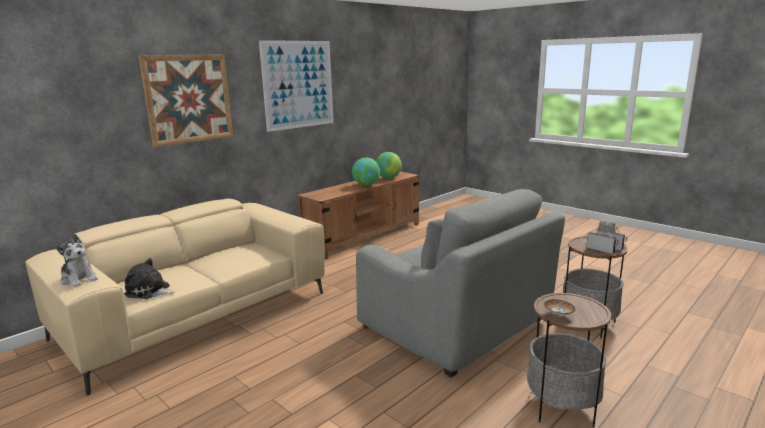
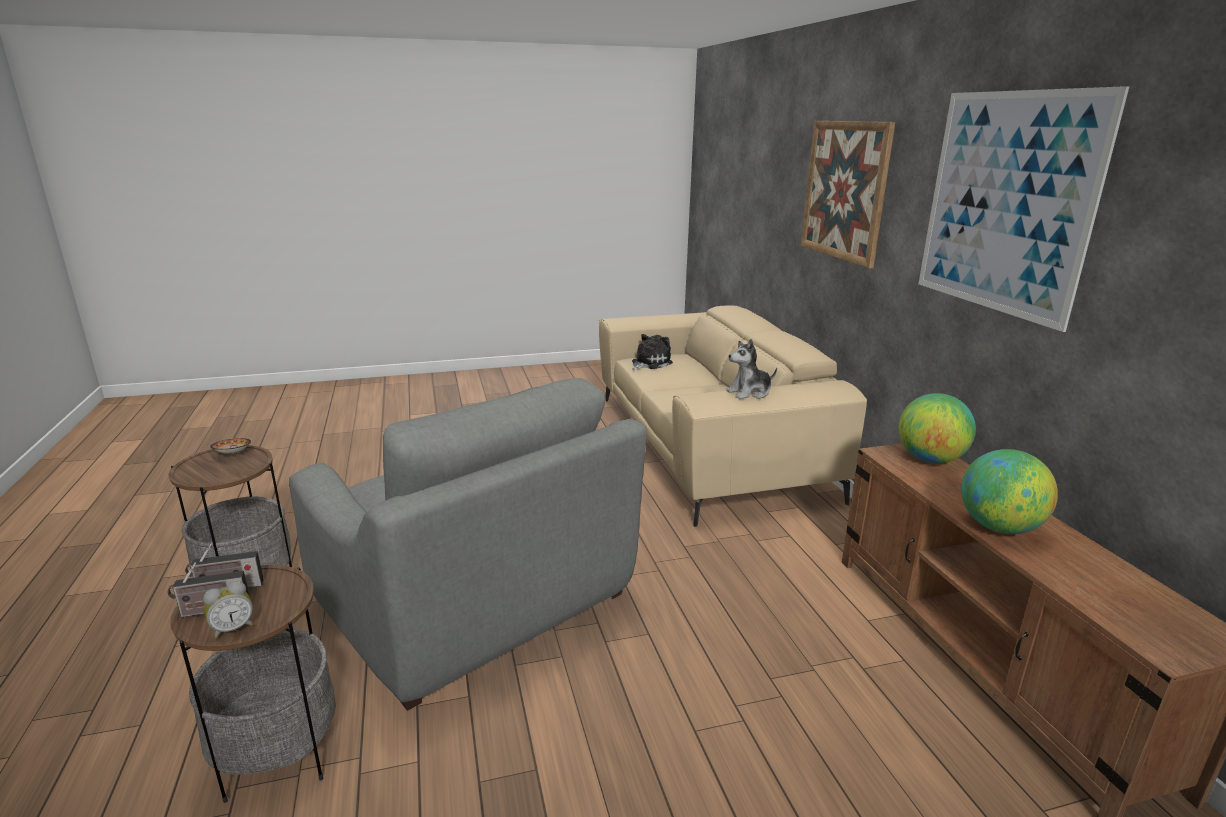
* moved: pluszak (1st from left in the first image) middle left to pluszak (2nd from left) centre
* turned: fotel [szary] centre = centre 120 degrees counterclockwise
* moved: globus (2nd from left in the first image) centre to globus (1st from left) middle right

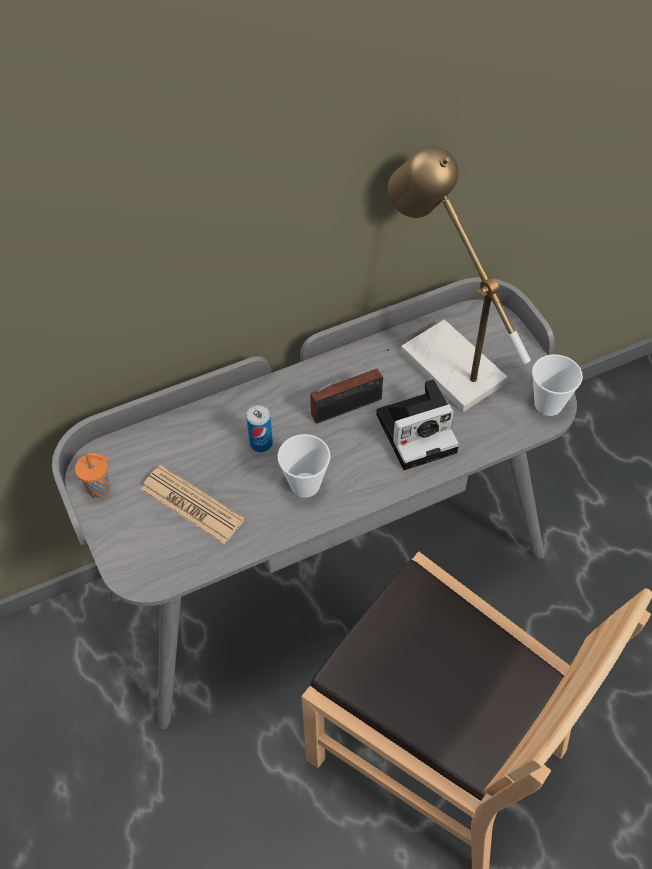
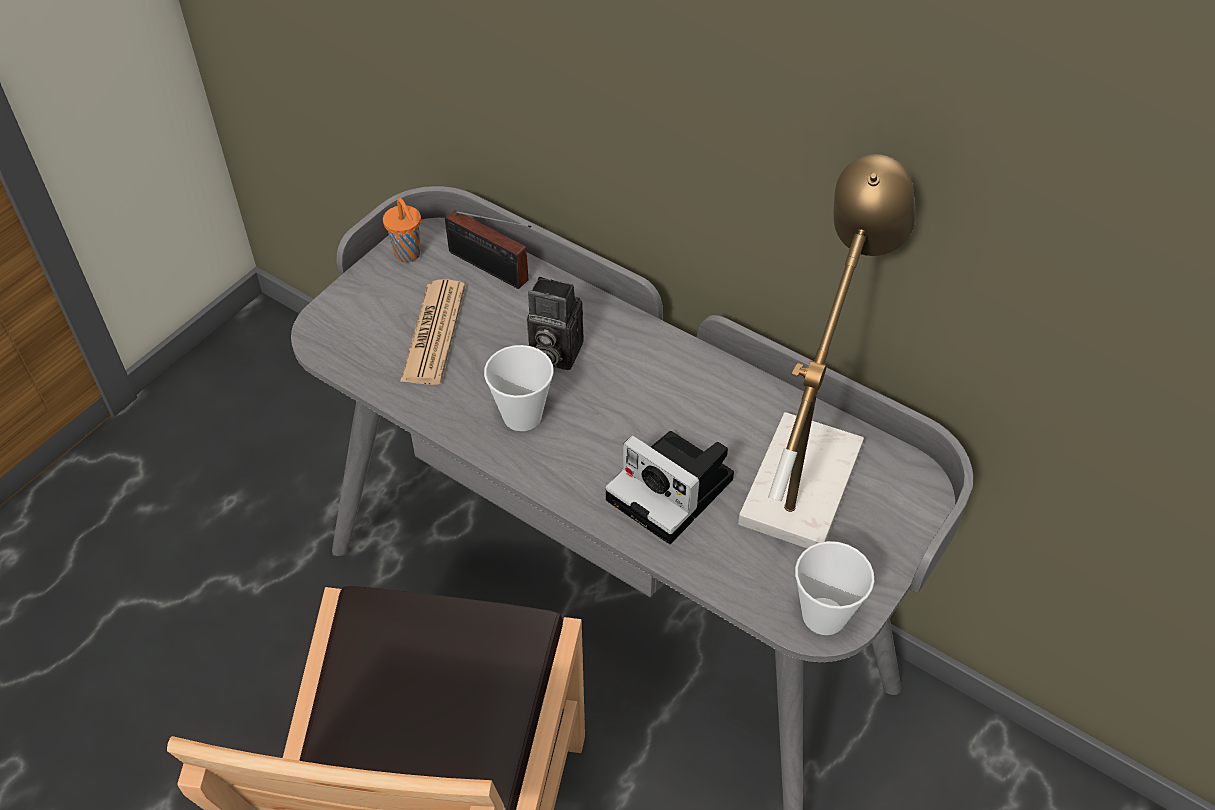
* replaced: puszka centre to aparat fotograficzny (1st from left) centre
* moved: radio centre to top centre

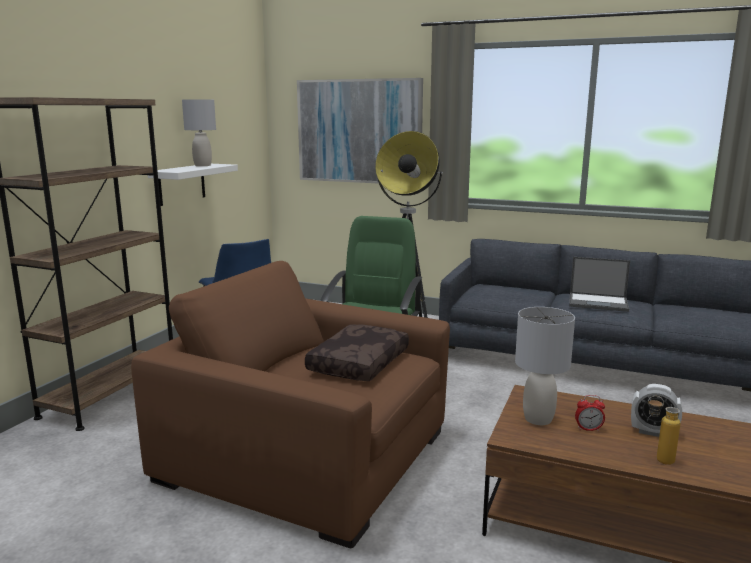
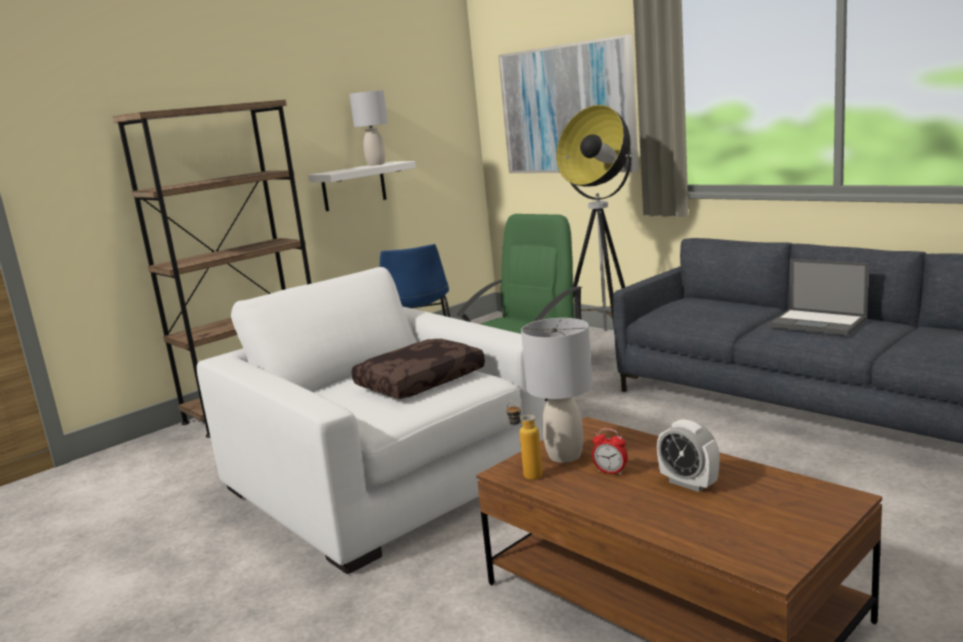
* recoloured: fotel [brązowy] bottom centre to fotel [biały] centre
* moved: butelka bottom right to bottom centre

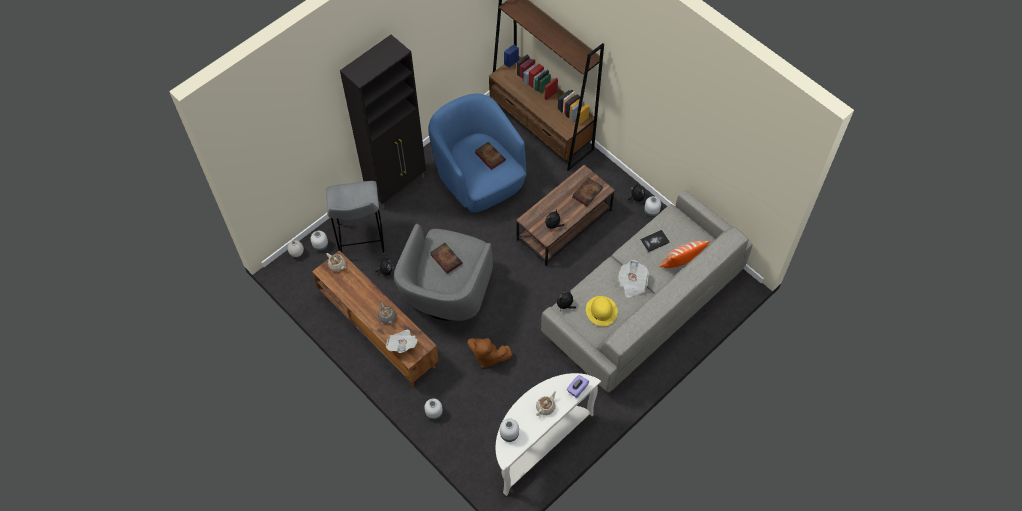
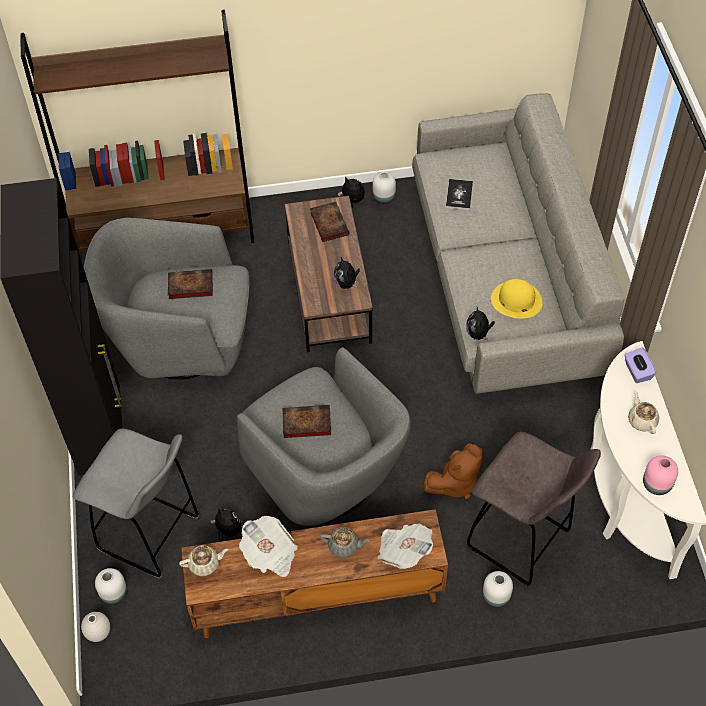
* recoloured: fotel [niebieski] top centre to fotel [szary] (1st from left) middle left
* recoloured: wazon [biały] (4th from left) bottom centre to wazon [różowy] bottom right
* moved: gazeta (2nd from left in the first image) centre to gazeta (1st from left) bottom centre
* removed: poduszka middle right
* added: stołek [szary] (2nd from left) bottom right

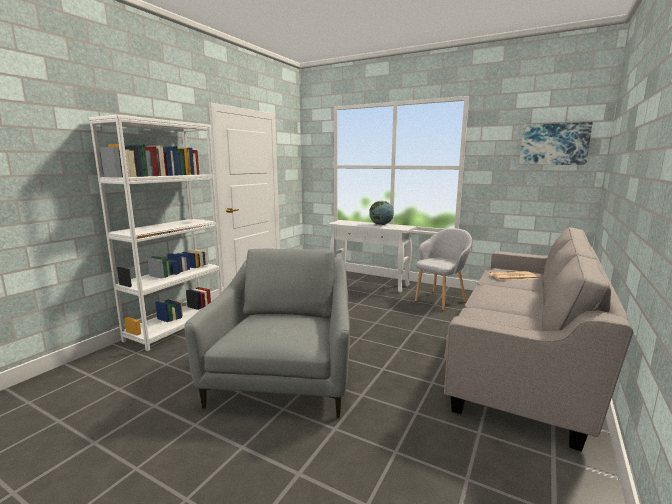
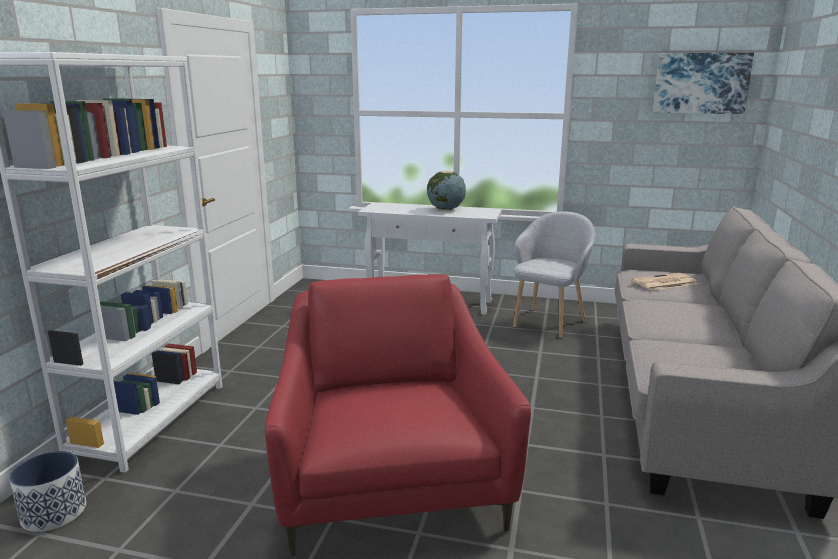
* recoloured: fotel [szary] (1st from left) centre to fotel [czerwony] bottom centre
* added: donica bottom left

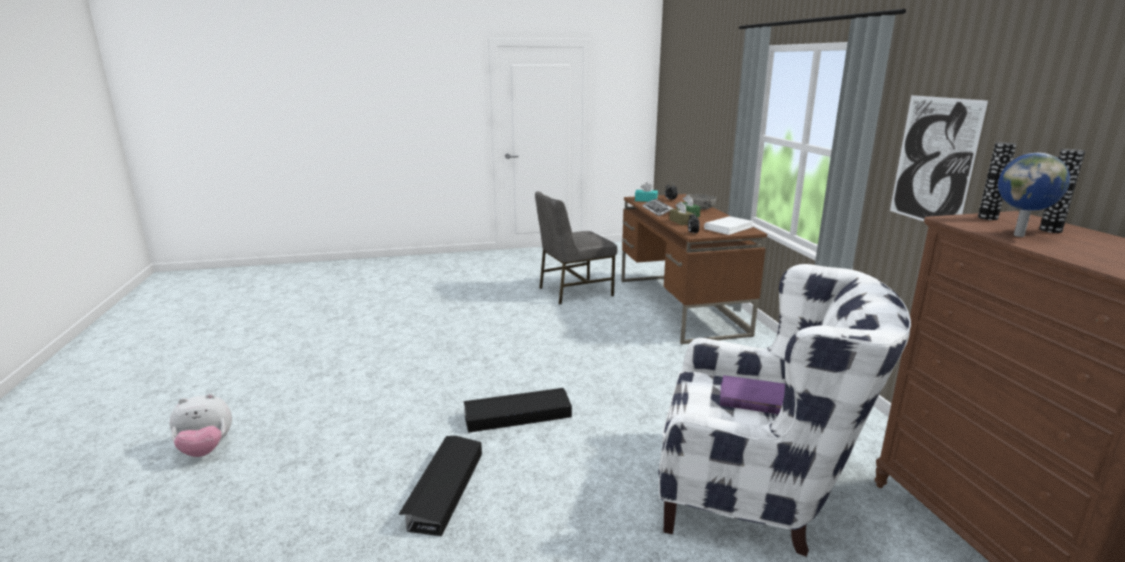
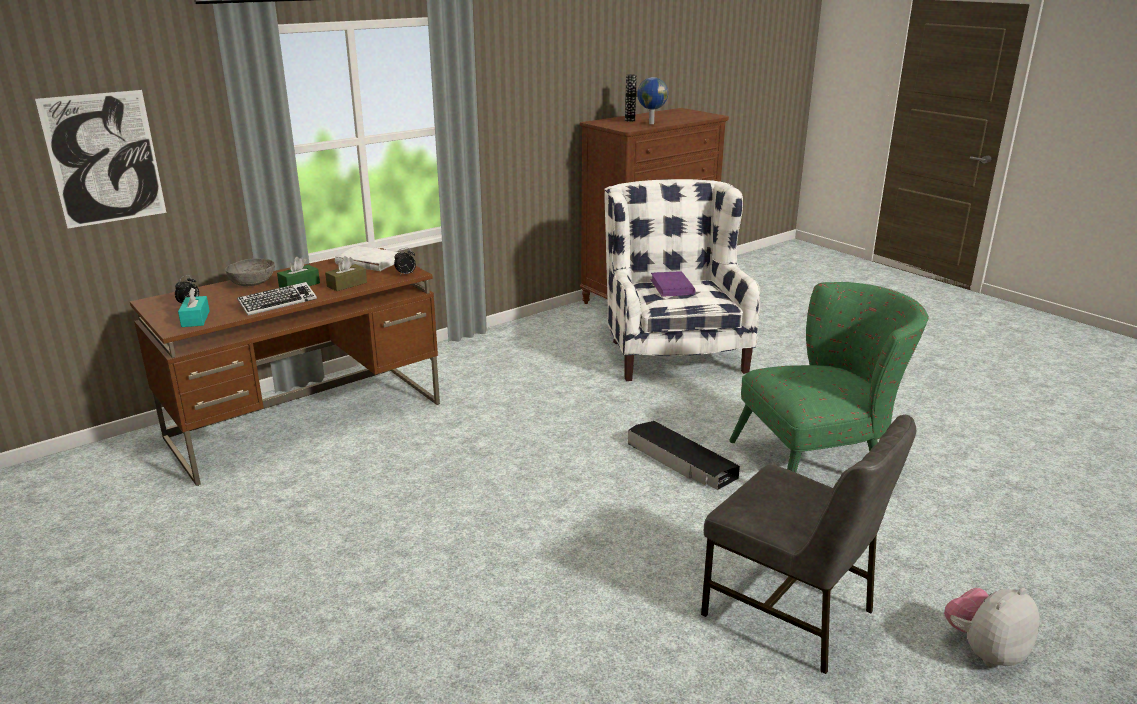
* turned: pluszak bottom left = bottom right 75 degrees counterclockwise
* replaced: pojemnik do przechowywania [czarny] (1st from left) bottom centre to fotel [zielony] middle right
* moved: krzesło [szary] centre to bottom right
* moved: obraz top right to top left
* removed: wazon (1st from left) top right

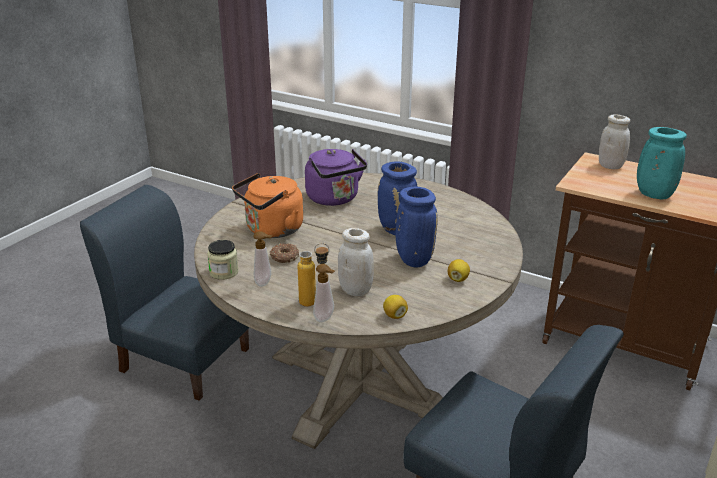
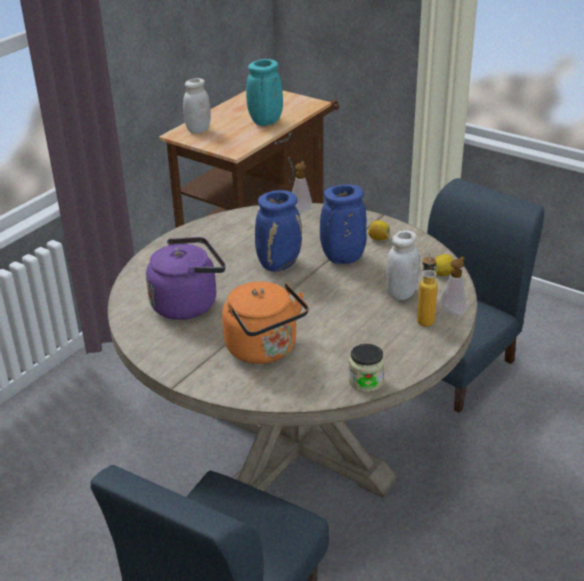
* moved: dozownik mydła (1st from left) centre to top centre
* removed: donut centre

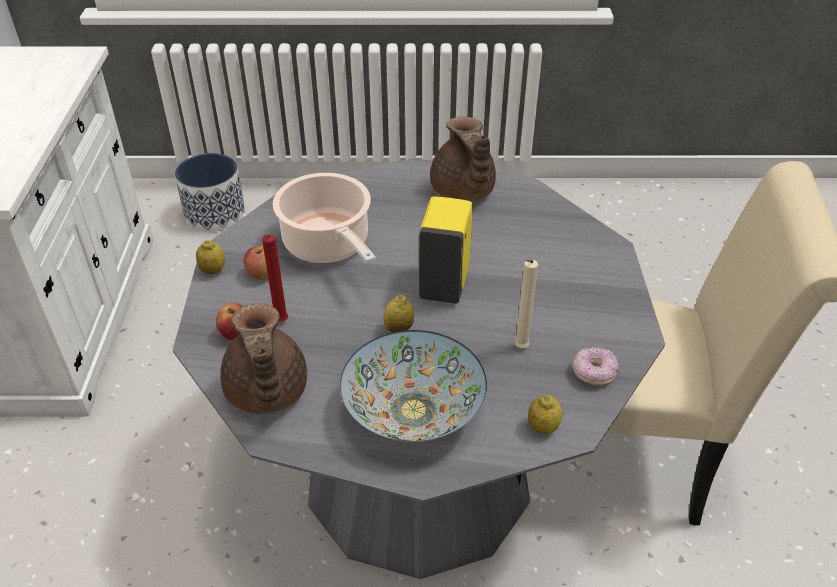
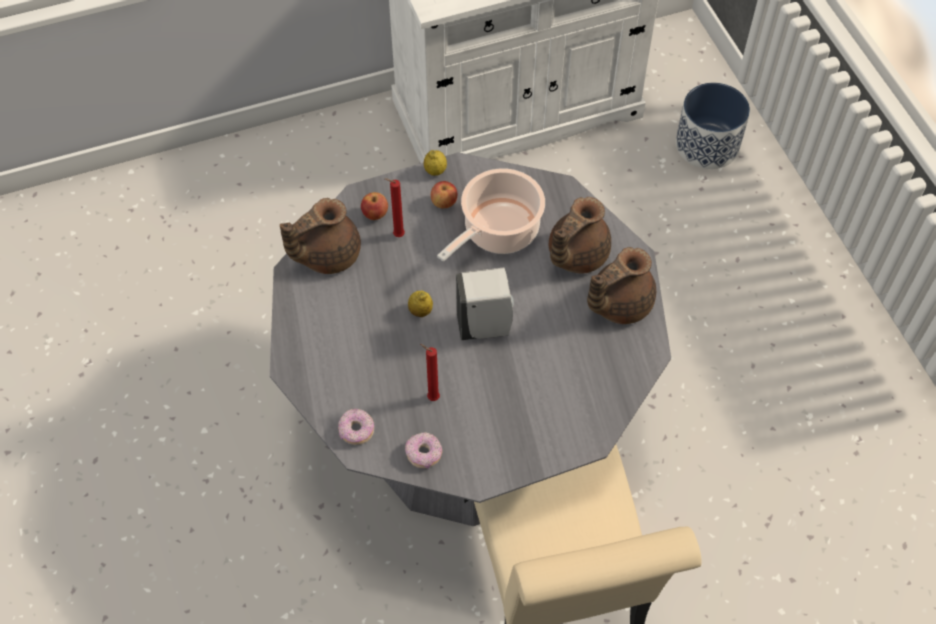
* removed: miska centre
* recoloured: dozownik mydła [żółty] centre to dozownik mydła [biały] centre
* recoloured: świeca [beżowy] centre to świeca [czerwony] (2nd from left) centre
* replaced: cytryna (3rd from left) bottom centre to donut (1st from left) bottom centre
* added: imbryk [brązowy] (2nd from left) centre

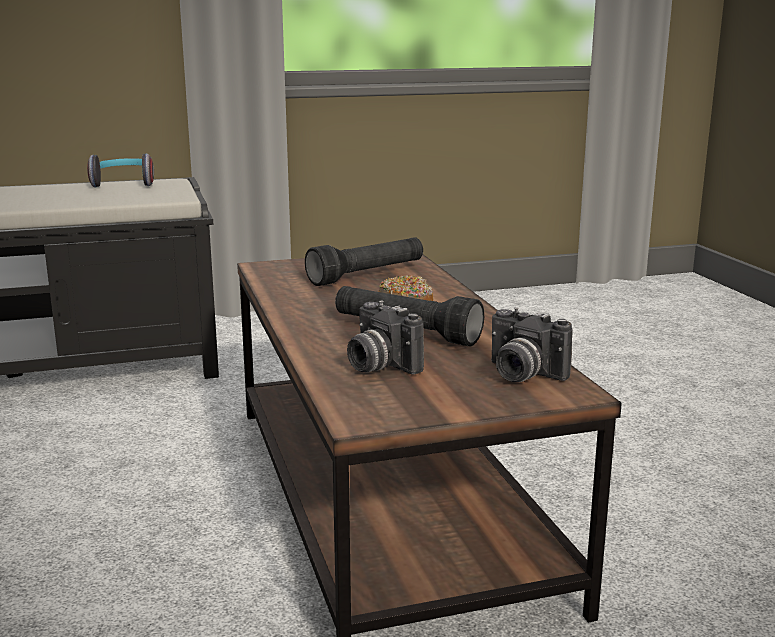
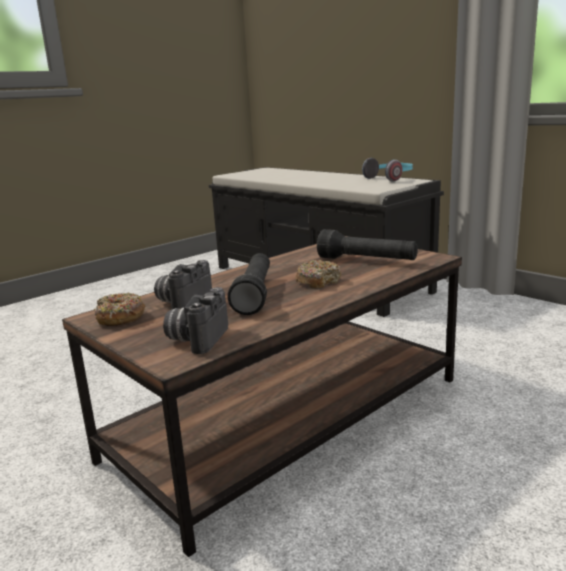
* added: donut (1st from left) middle left

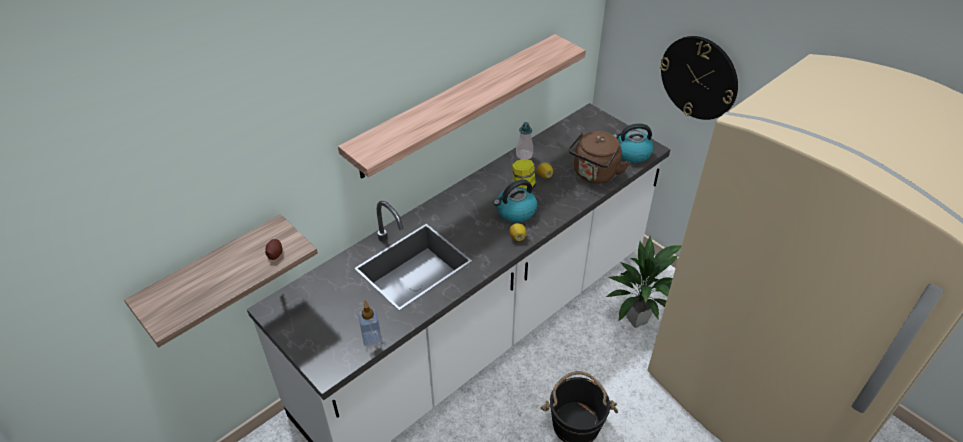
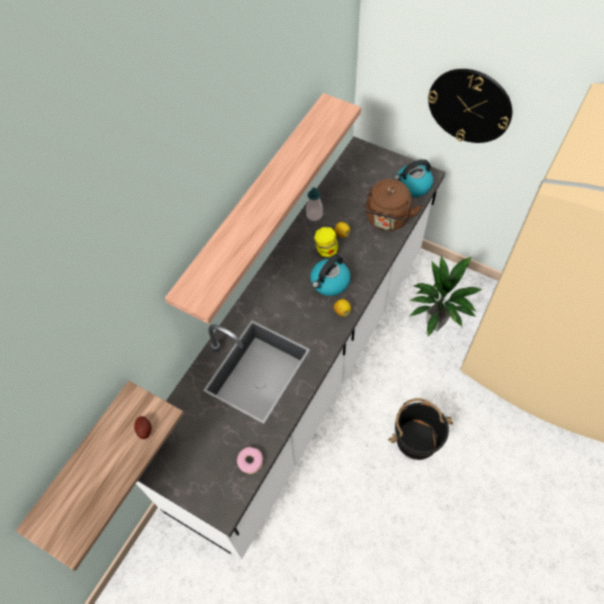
* replaced: dozownik mydła (1st from left) bottom centre to donut bottom centre

